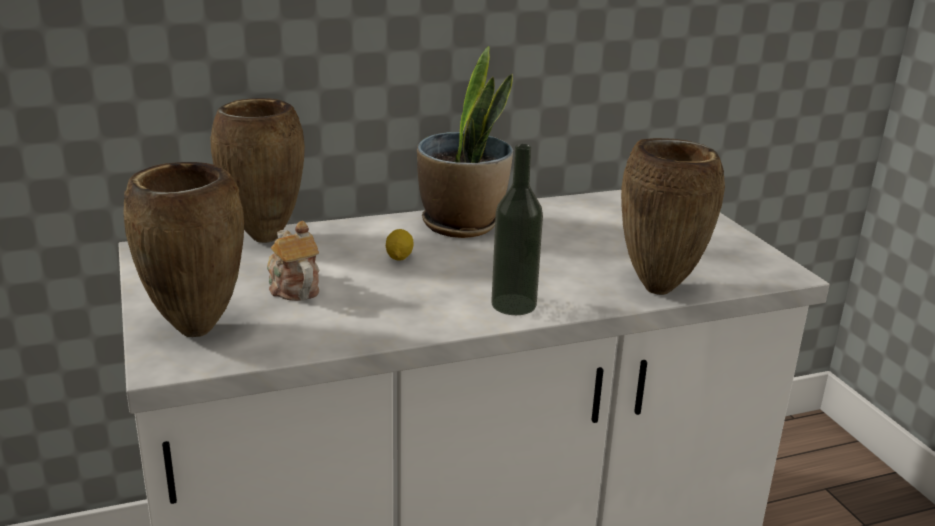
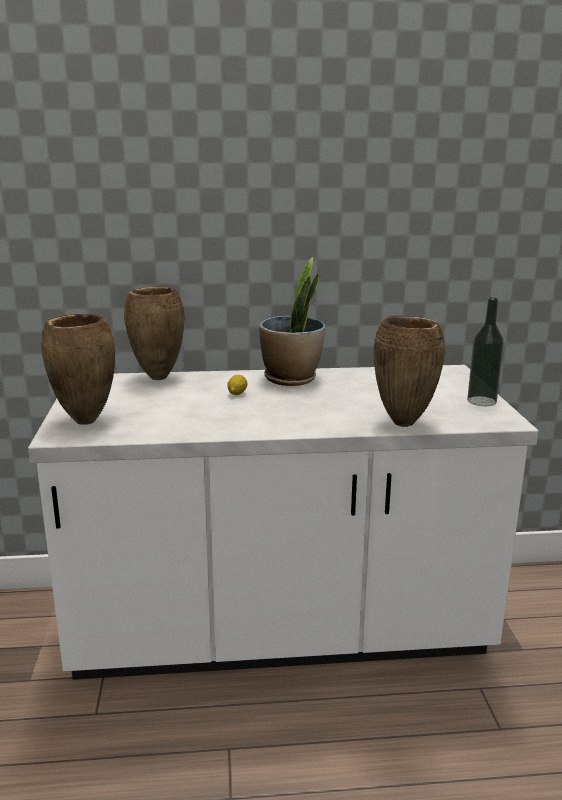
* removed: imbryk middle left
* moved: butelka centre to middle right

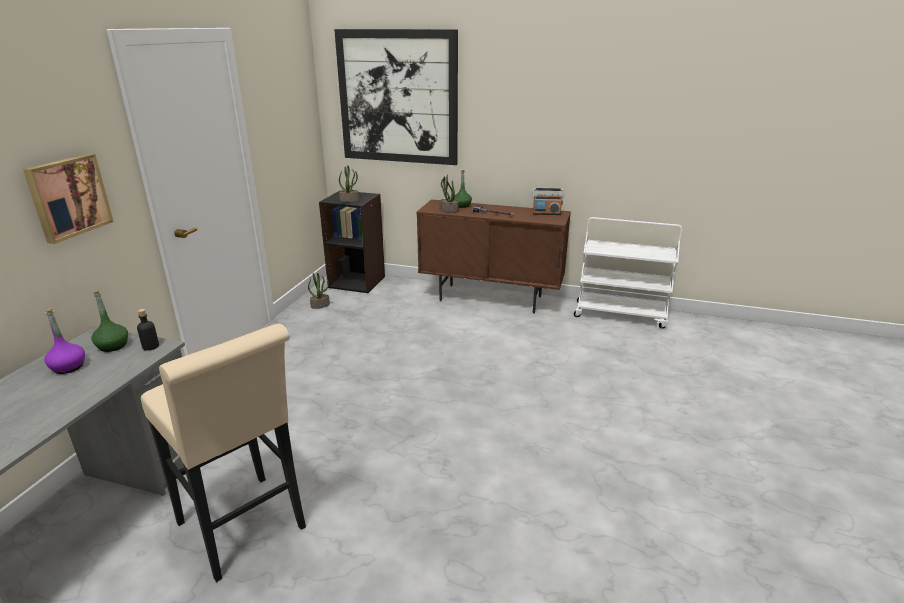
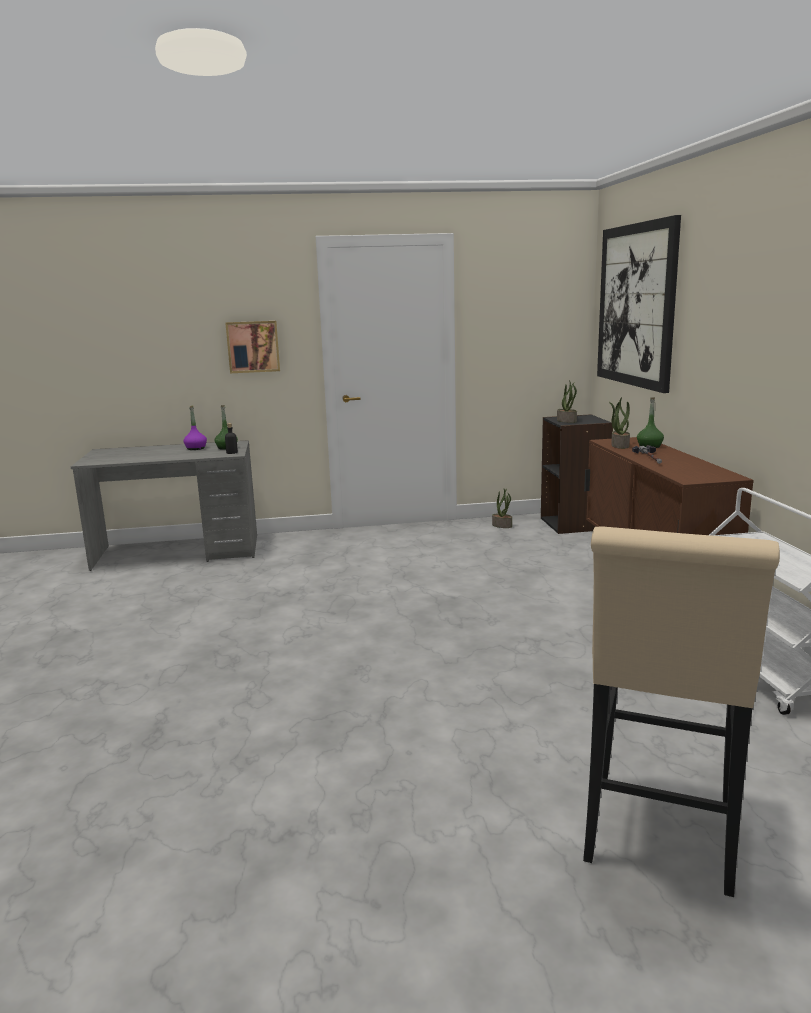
* moved: stołek [beżowy] bottom left to bottom right
* removed: radio centre

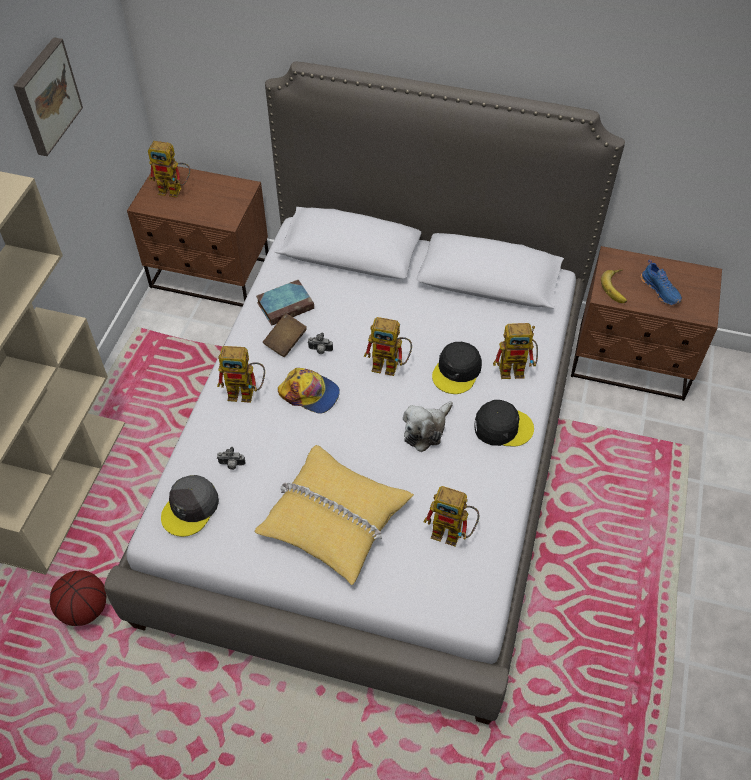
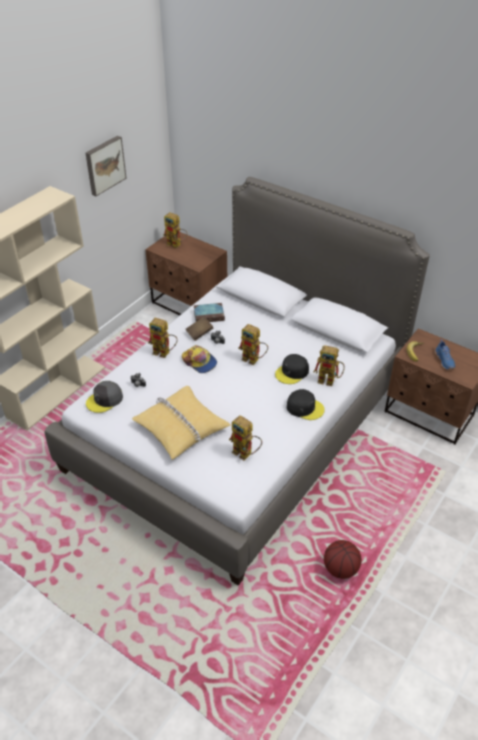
* moved: piłka do koszykówki bottom left to bottom right
* removed: pluszak centre

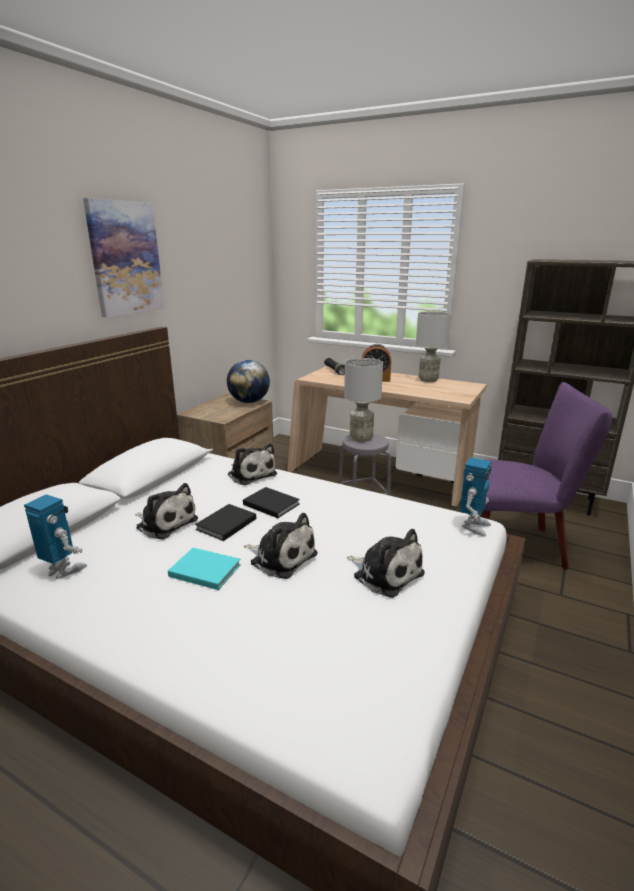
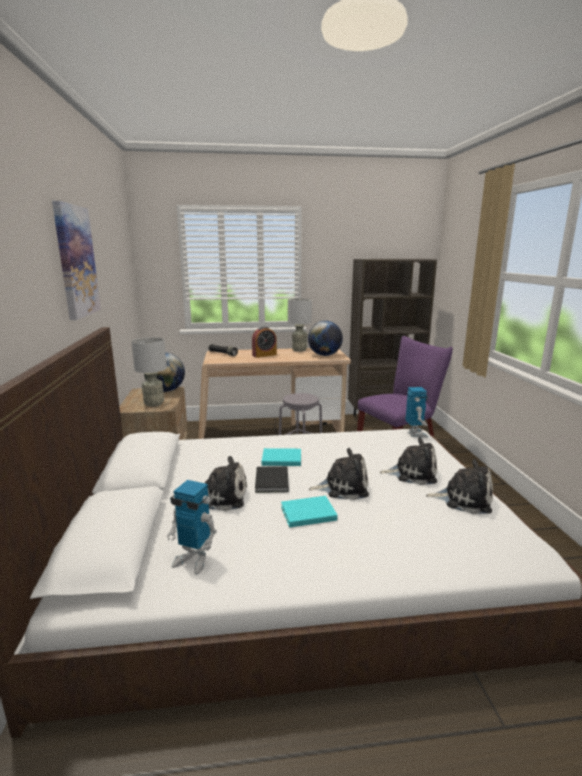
* turned: robot zabawkowy (1st from left) middle left = bottom left 150 degrees counterclockwise
* moved: pluszak (2nd from left in the first image) centre to pluszak (4th from left) middle right
* recoloured: książka [czarny] (2nd from left) centre to książka [turkusowy] (1st from left) centre
* moved: lampa stołowa [szary] (1st from left) centre to middle left
* added: globus (2nd from left) centre

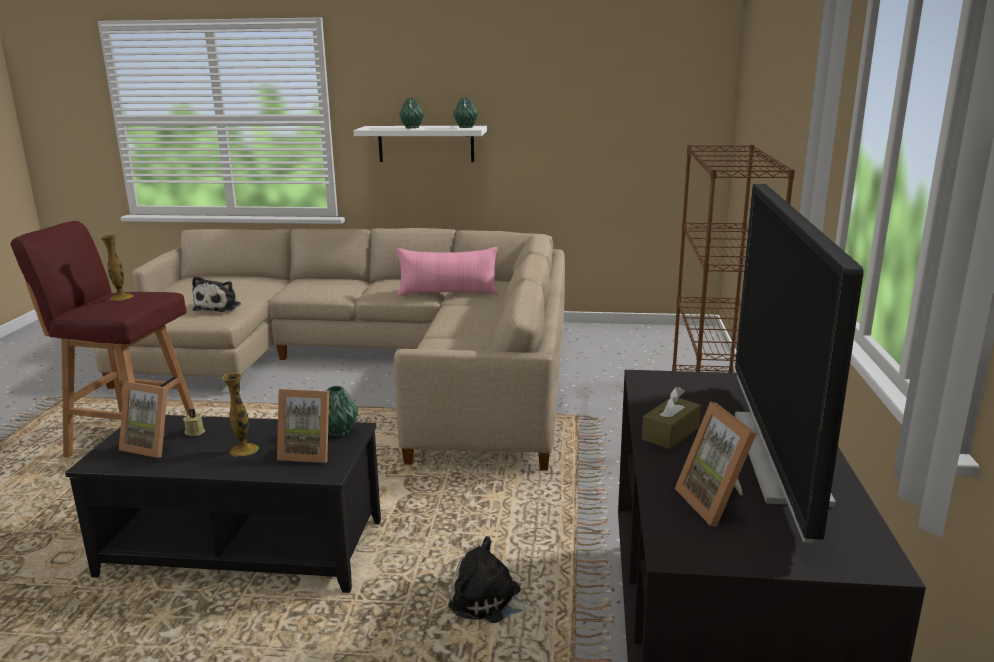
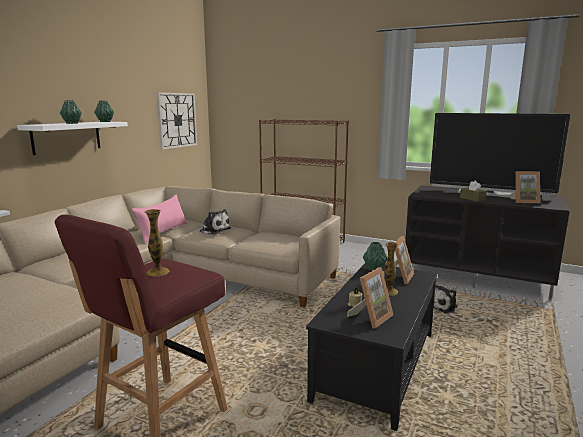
* moved: pluszak (1st from left) middle left to centre
* added: zegar ścienny top left

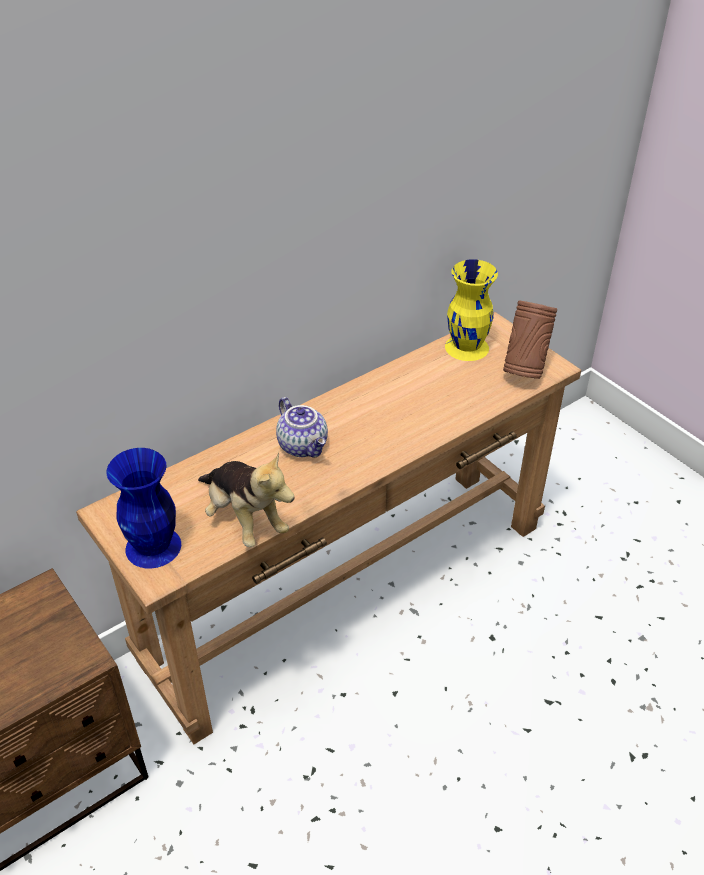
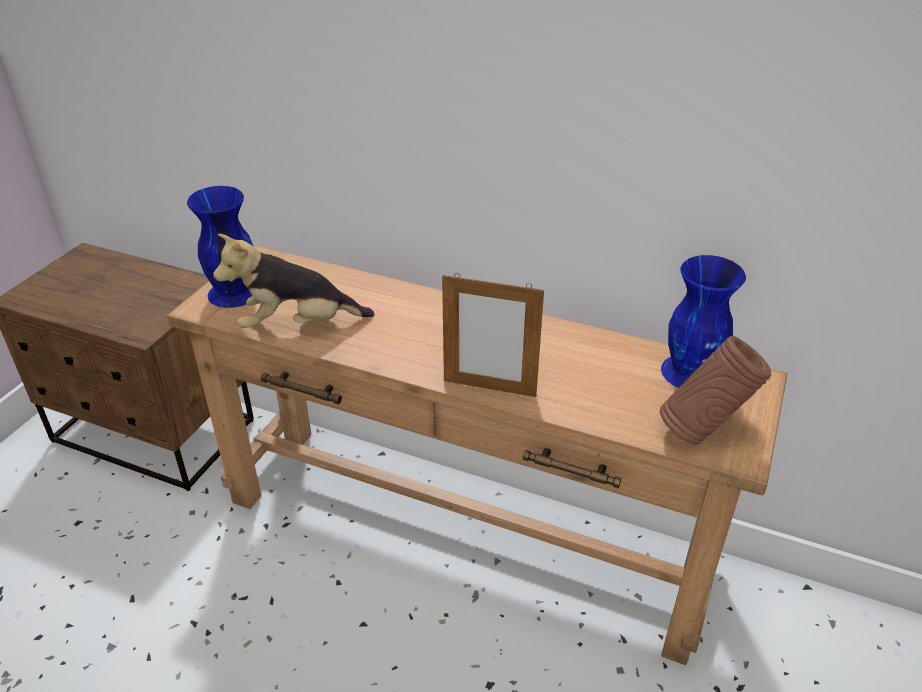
* turned: pluszak centre = middle left 60 degrees clockwise
* removed: imbryk centre
* recoloured: wazon [żółty] middle right to wazon [niebieski] (2nd from left) middle right
* added: ramka na zdjęcie centre

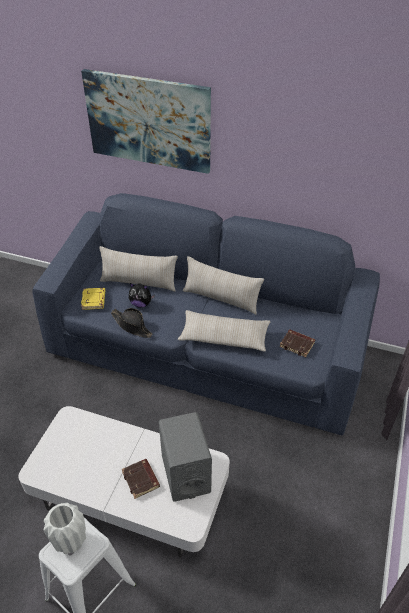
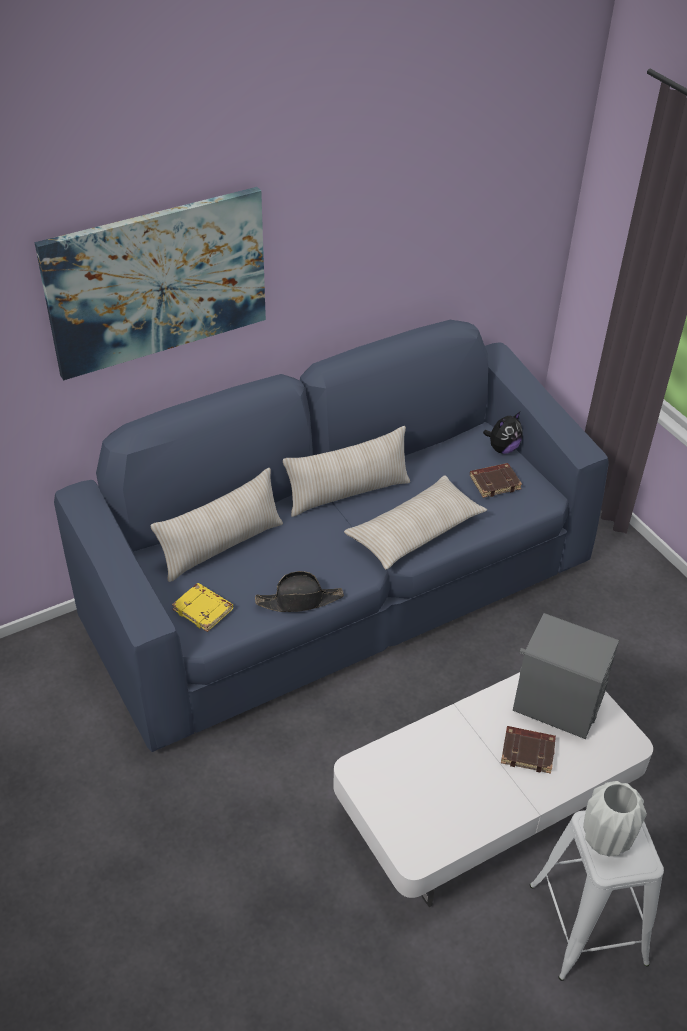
* moved: pluszak centre to middle right

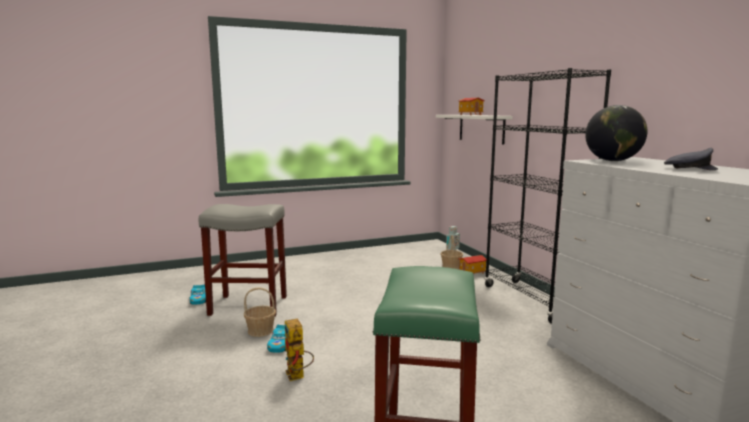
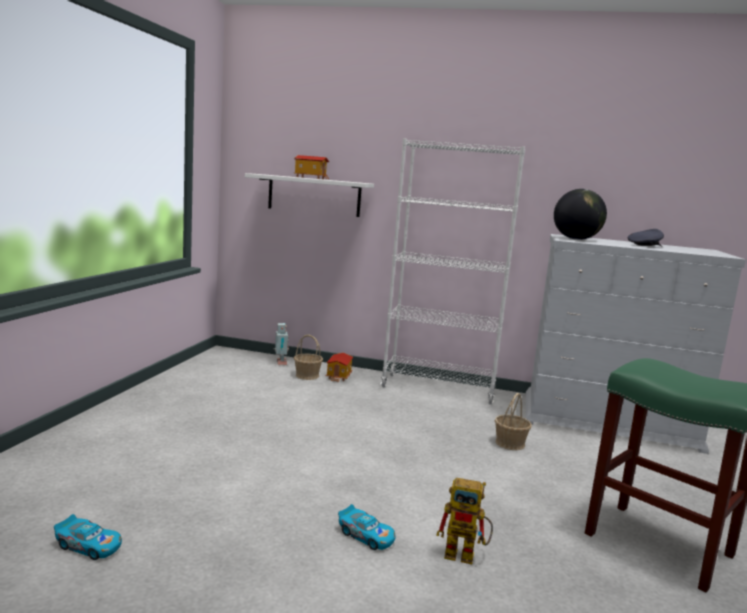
* removed: stołek [szary] middle left
* moved: koszyk (1st from left in the first image) bottom centre to koszyk (2nd from left) bottom right
* recoloured: regał [czarny] middle right to regał [biały] centre

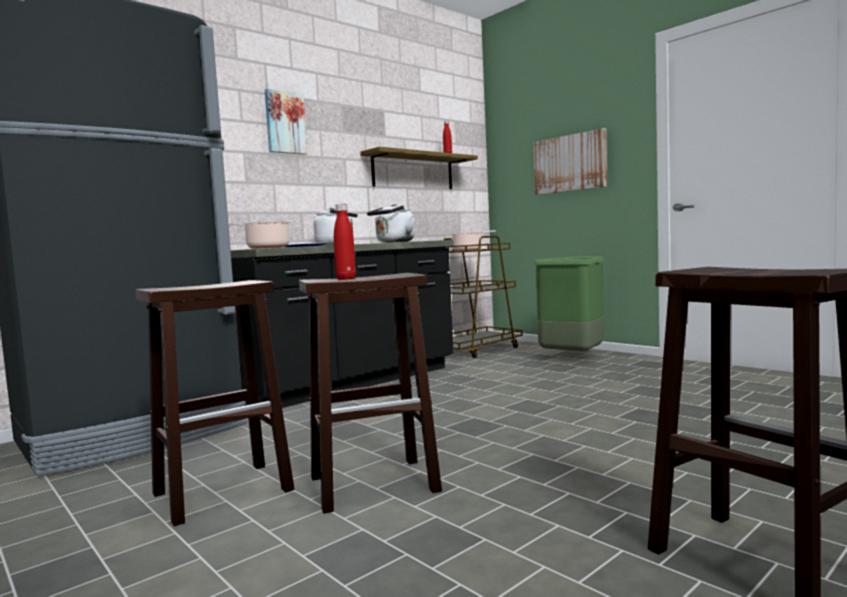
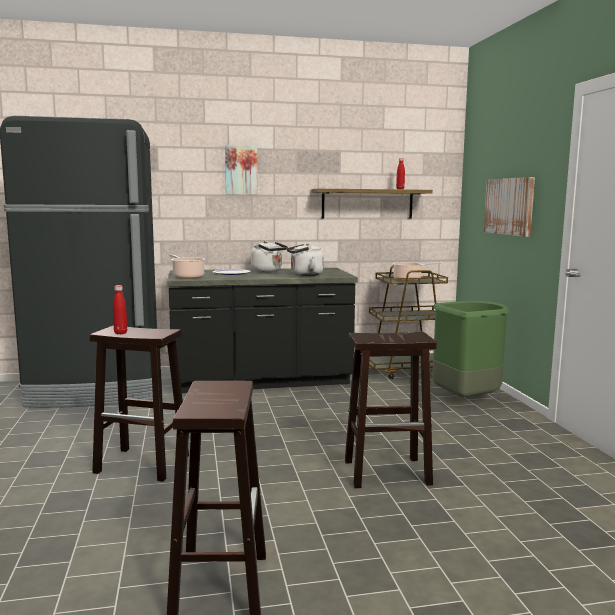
* moved: stołek [brązowy] (1st from left in the first image) bottom left to stołek [brązowy] (3rd from left) bottom centre

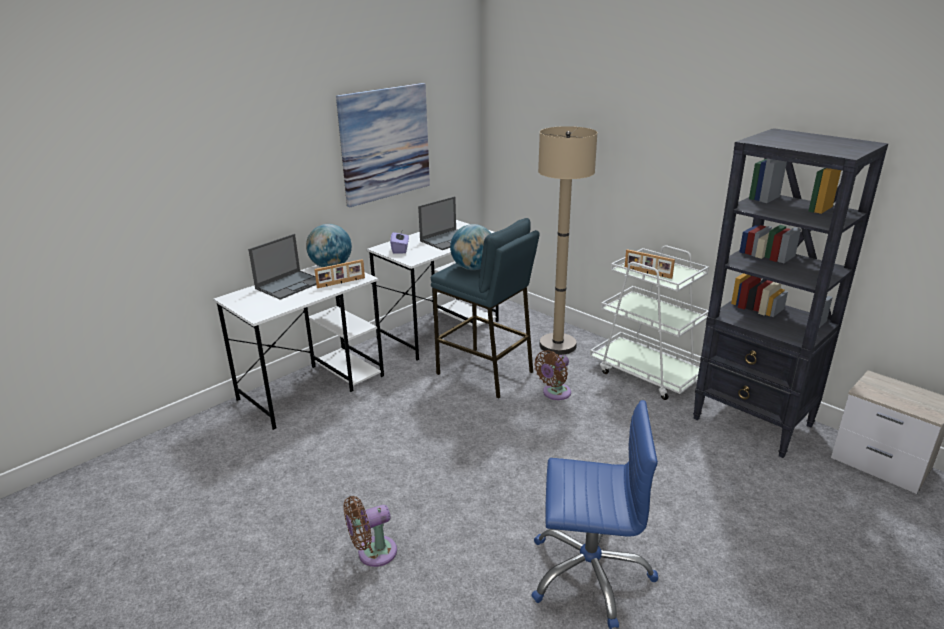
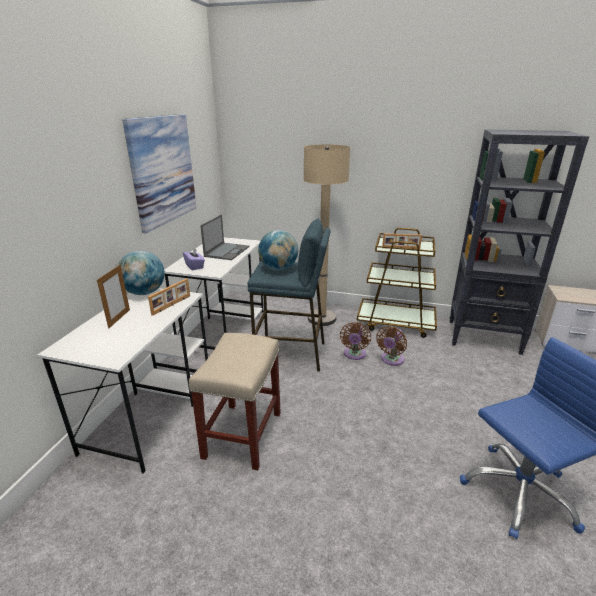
* replaced: laptop (1st from left) middle left to ramka na zdjęcie (1st from left) middle left
* moved: wentylator [brązowy] (1st from left in the first image) bottom centre to wentylator [brązowy] (2nd from left) centre
* recoloured: wózek [biały] middle right to wózek [brązowy] centre
* added: stołek [beżowy] bottom centre

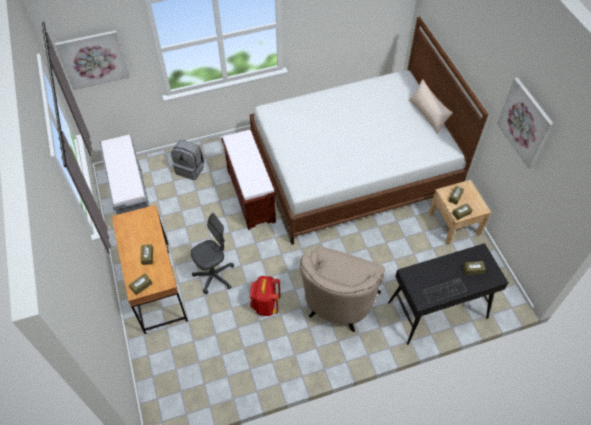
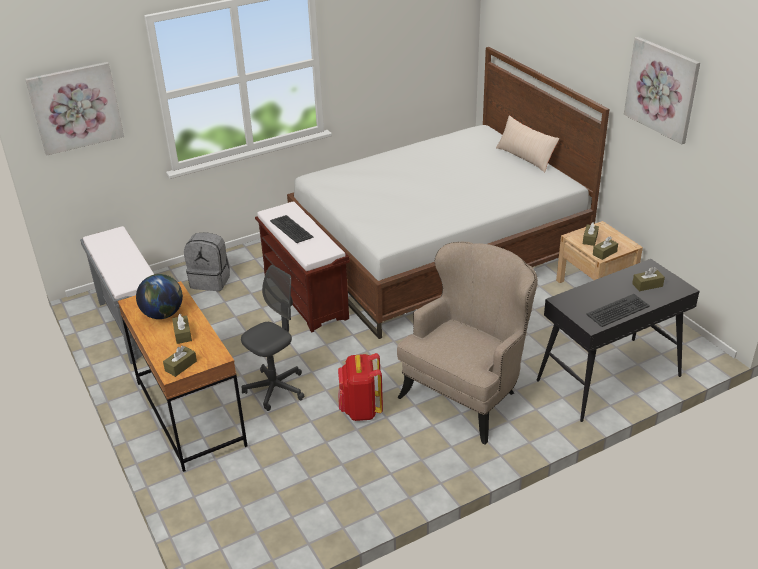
* turned: fotel [beżowy] bottom centre = centre 150 degrees counterclockwise
* added: globus middle left
* added: klawiatura (1st from left) centre

